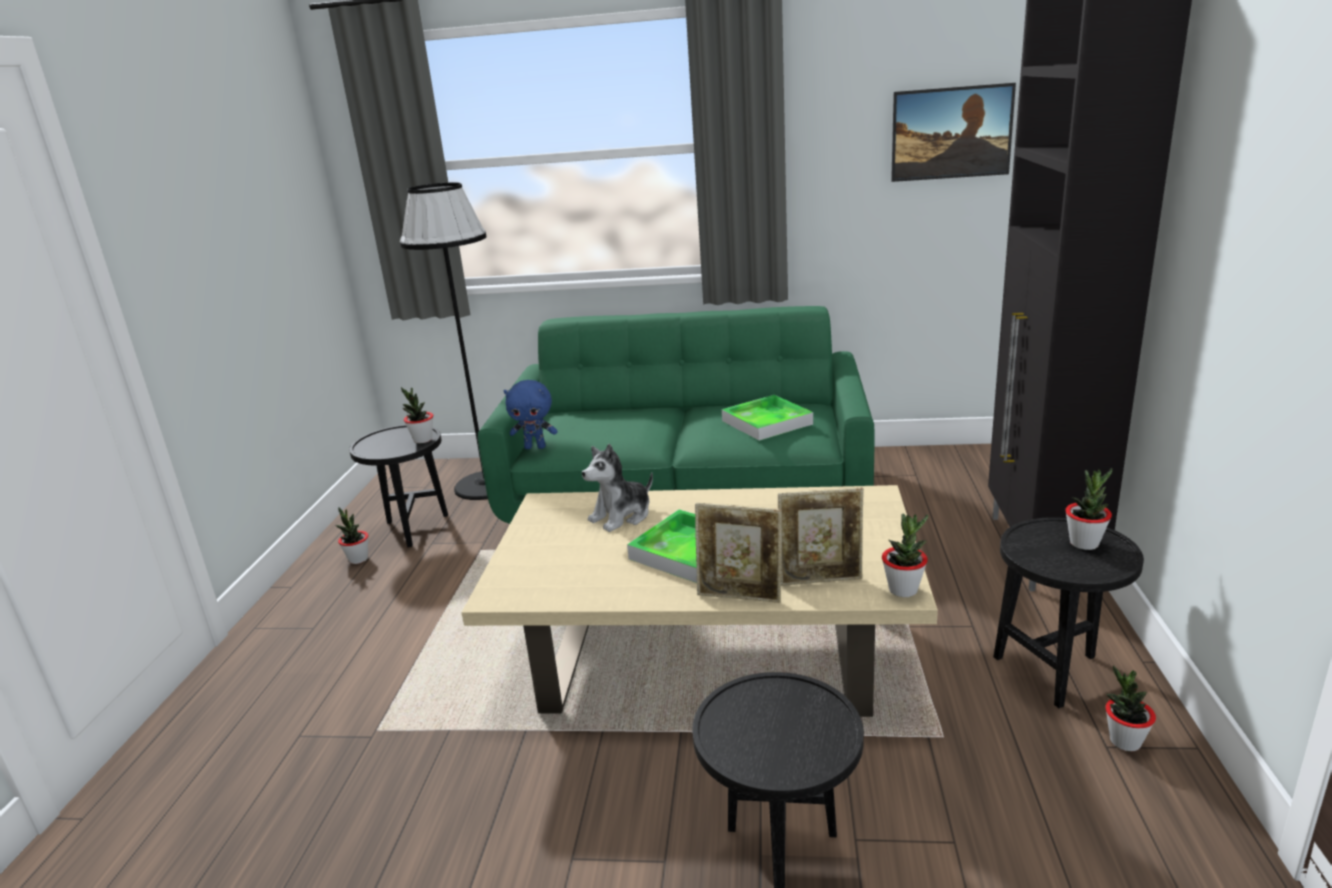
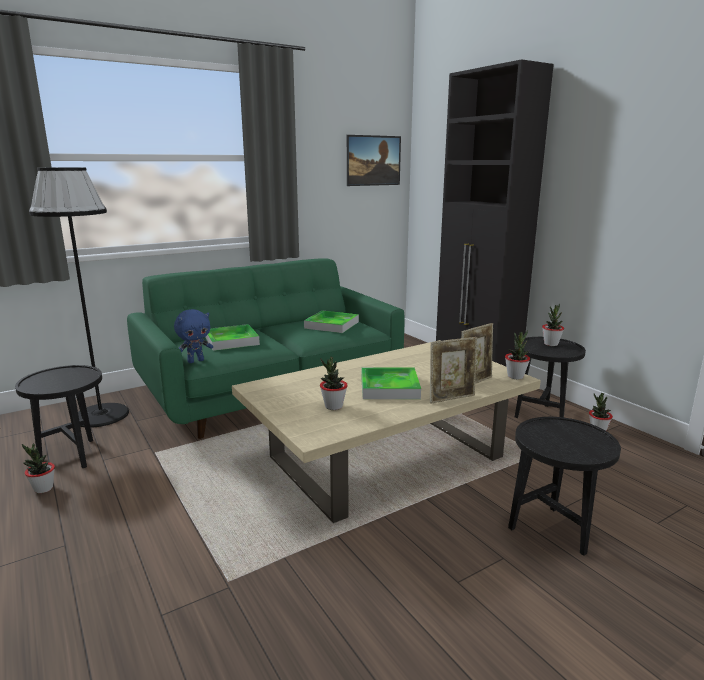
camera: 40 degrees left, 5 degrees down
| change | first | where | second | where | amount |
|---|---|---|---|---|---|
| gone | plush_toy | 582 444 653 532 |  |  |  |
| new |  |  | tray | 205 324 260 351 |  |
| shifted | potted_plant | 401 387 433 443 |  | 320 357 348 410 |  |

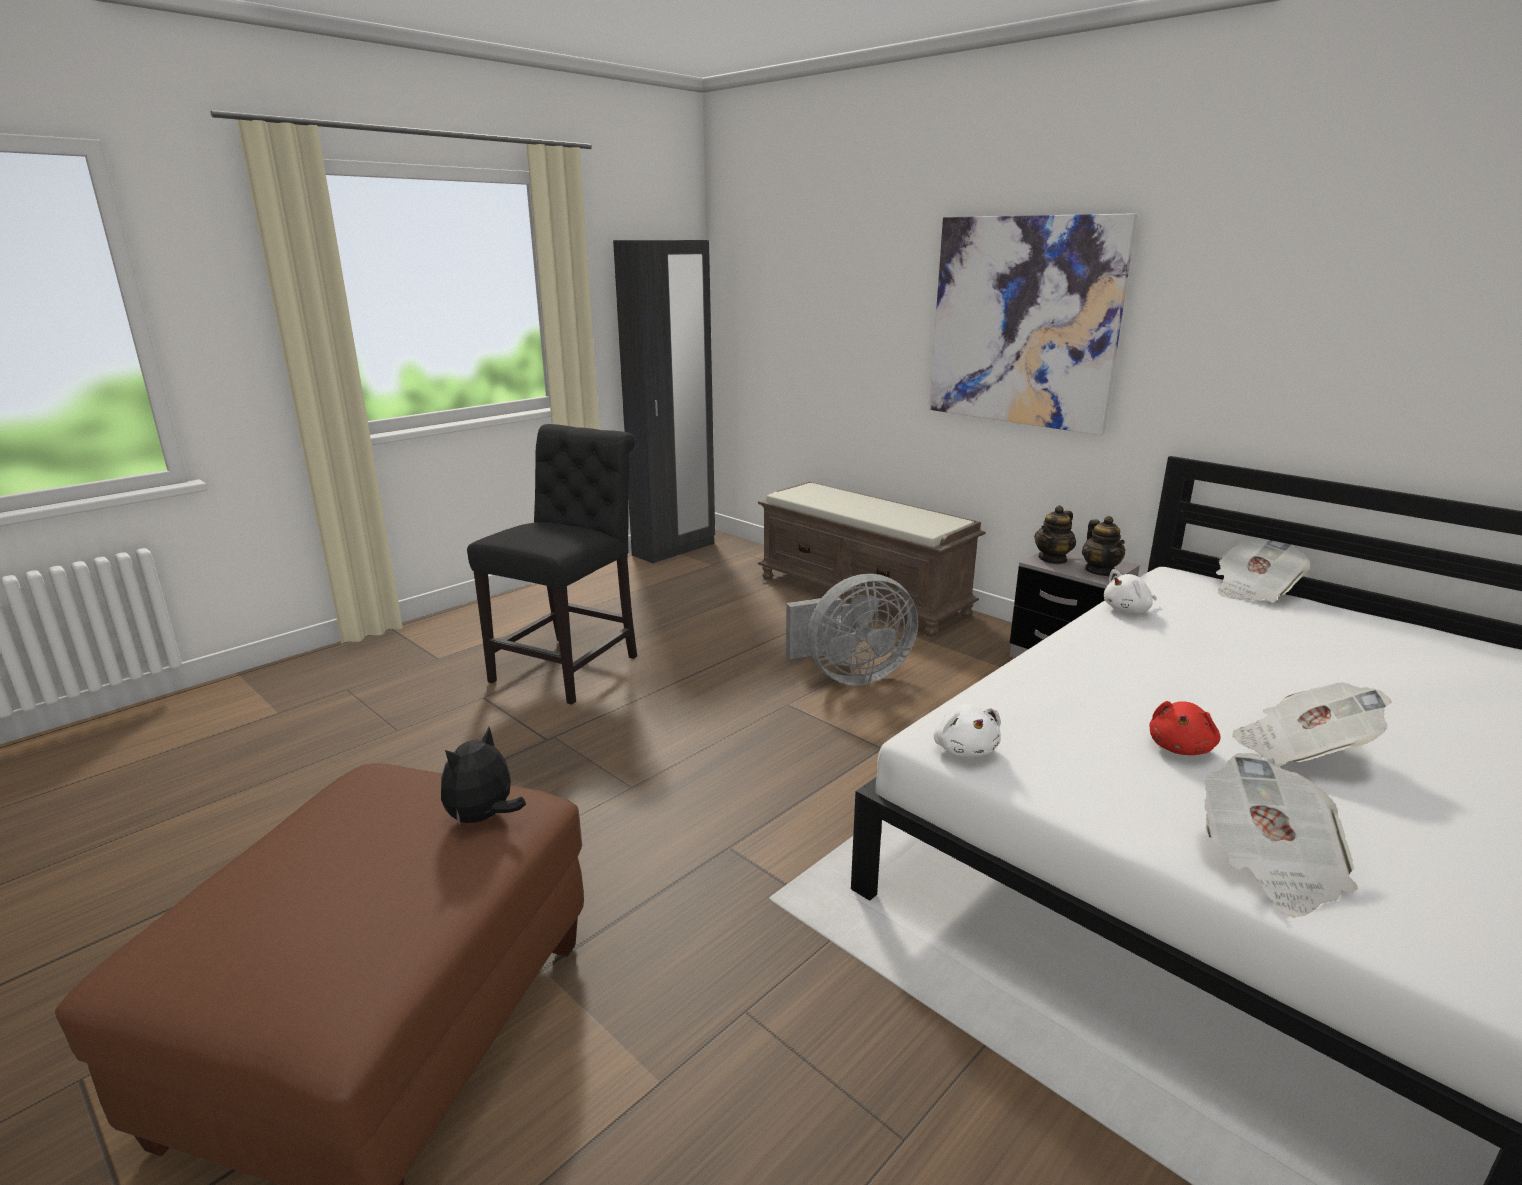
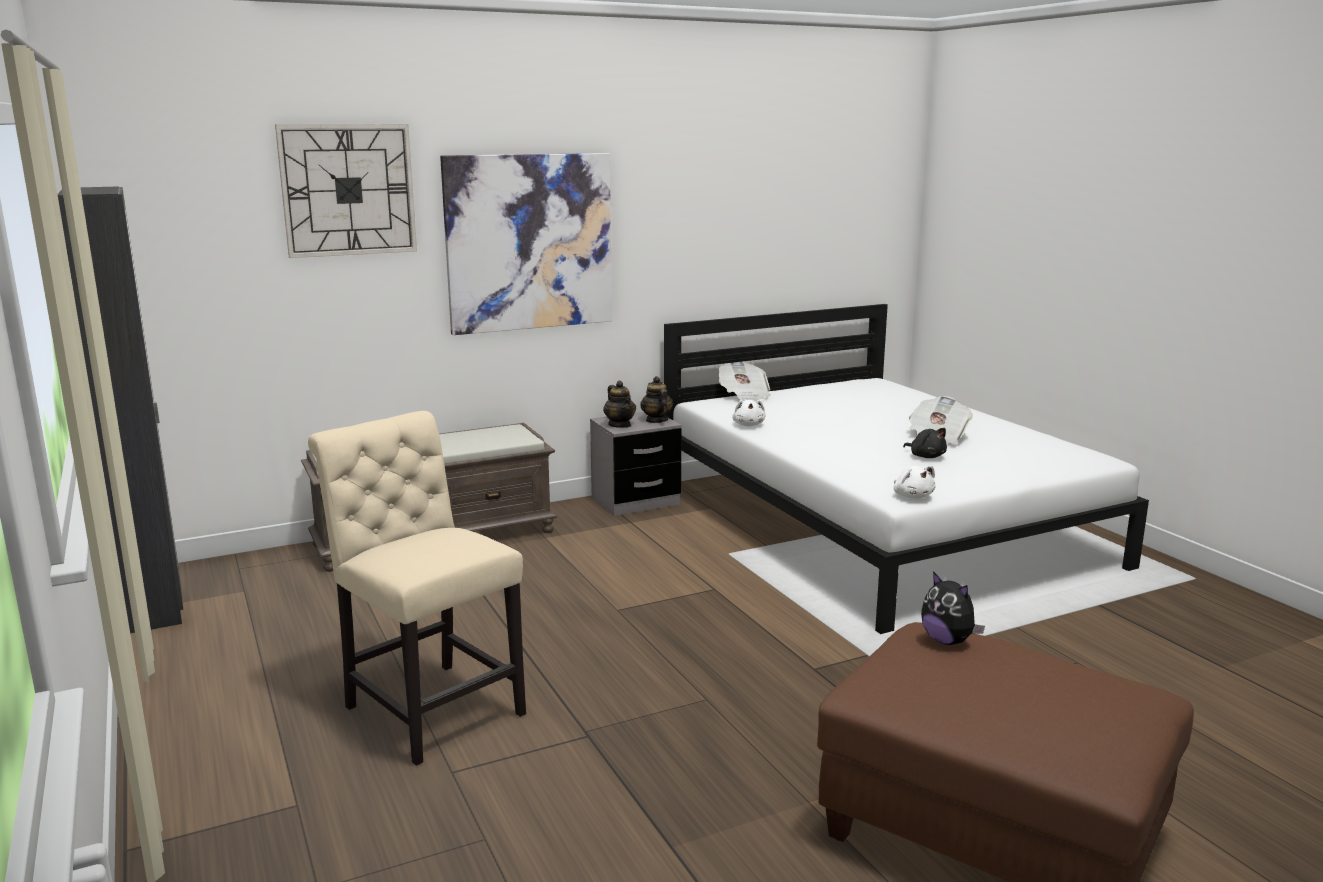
camera: 70 degrees left, 5 degrees down
| change | first | where | second | where | amount |
|---|---|---|---|---|---|
| gone | grey_fan | 786 574 918 685 |  |  |  |
| gone | newspaper | 1204 753 1358 918 |  |  |  |
| new |  |  | wall_clock | 275 124 417 258 |  |
| repainted | black_chair | 467 424 637 705 | beige_chair | 308 411 526 766 |  |
| repainted | red_plush_toy | 1149 701 1220 755 | black_plush_toy | 903 428 947 458 |  |
| rotated | white_plush_toy | 934 703 1001 758 |  | 894 466 936 499 | 60 degrees clockwise |
| rotated | teapot | 1082 516 1126 576 |  | 640 376 673 423 | 120 degrees counterclockwise |

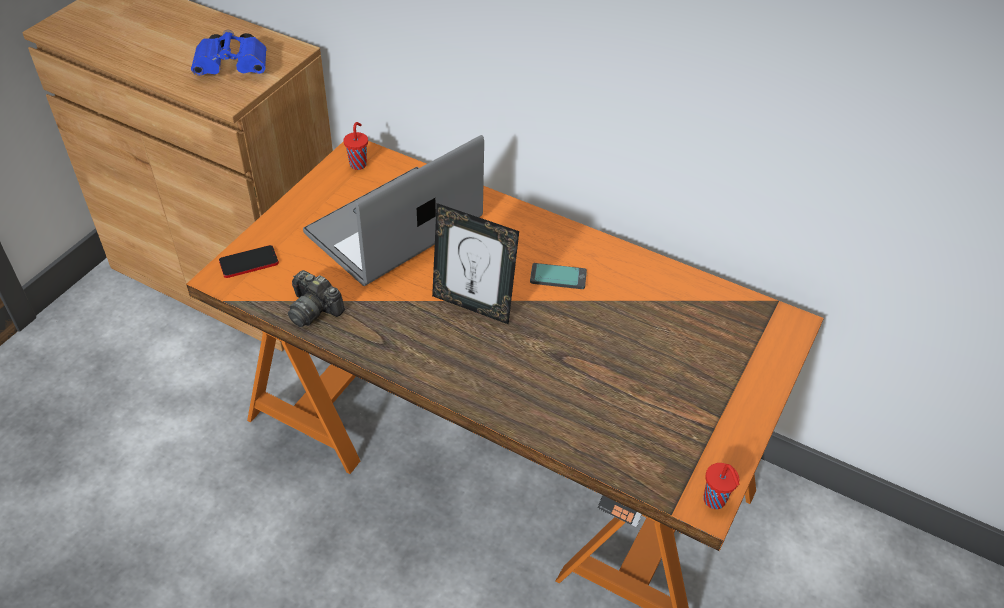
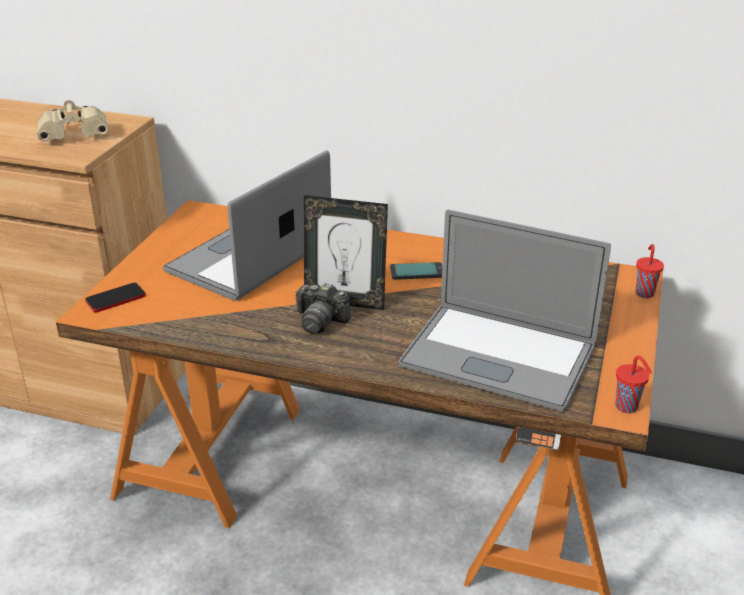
camera: 10 degrees left, 15 degrees down
| change | first | where | second | where | amount |
|---|---|---|---|---|---|
| new |  |  | laptop | 399 209 611 412 |  |
| shifted | photo_camera | 288 270 345 327 |  | 295 283 351 334 |  |
| shifted | red_cup | 343 122 368 170 |  | 636 244 664 298 |  |
| repainted | blue_binoculars | 191 30 267 76 | beige_binoculars | 37 100 109 142 |  |

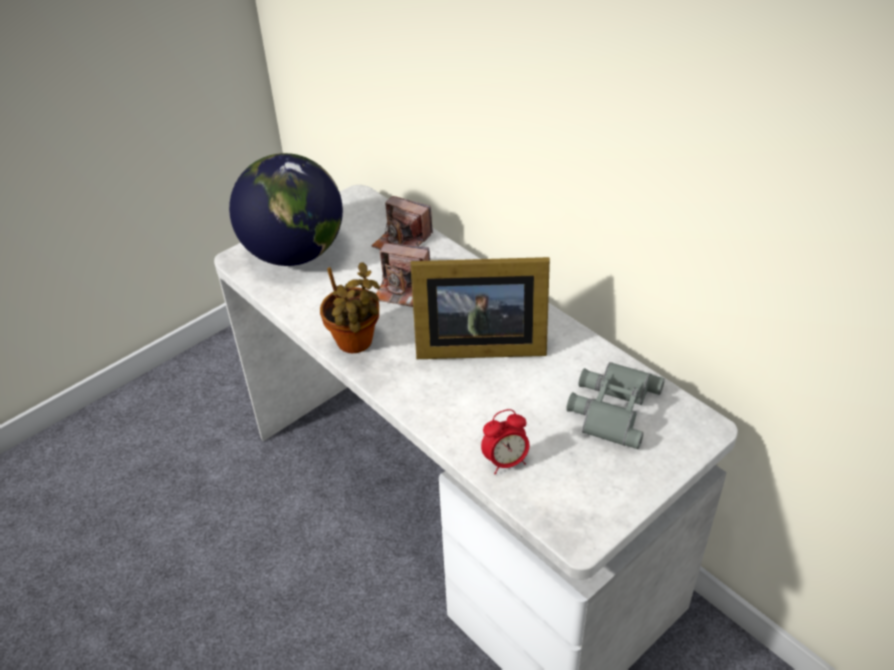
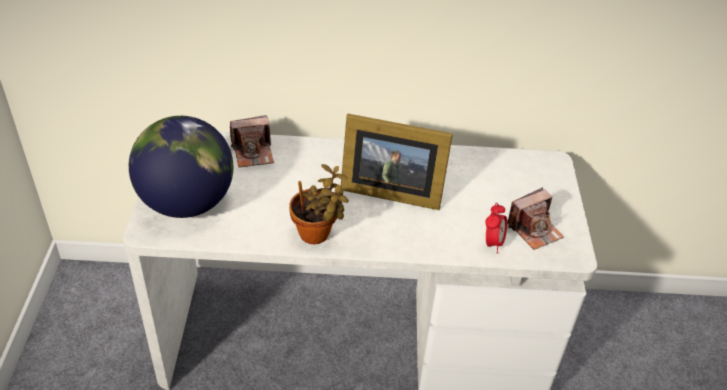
camera: 50 degrees left, 0 degrees up
| change | first | where | second | where | amount |
|---|---|---|---|---|---|
| gone | grey_binoculars | 566 362 665 449 |  |  |  |
| shifted | photo_camera | 376 243 430 307 |  | 507 187 564 250 |  |
| rotated | picture_frame | 410 257 550 359 |  | 341 113 453 210 | 60 degrees clockwise |

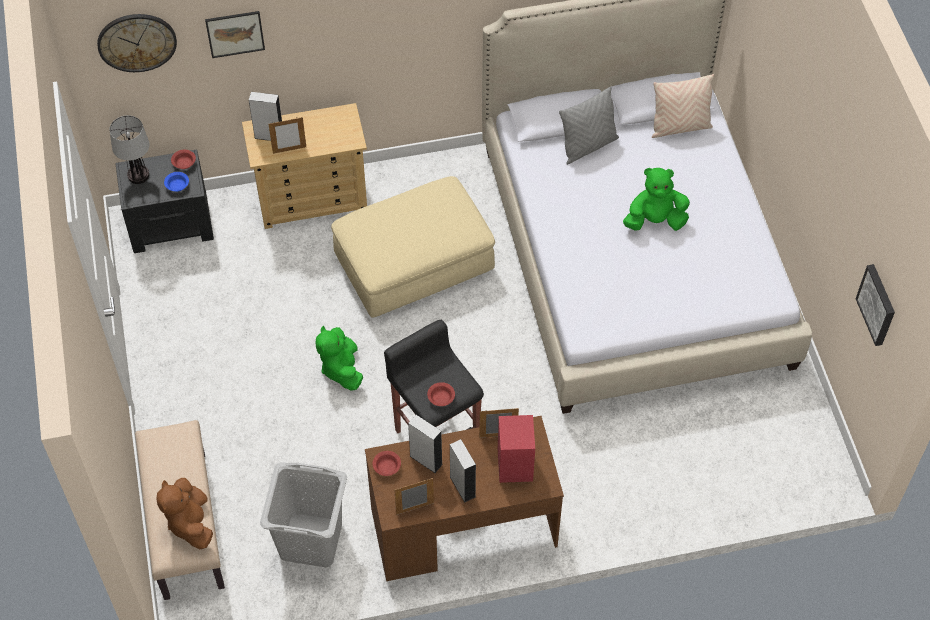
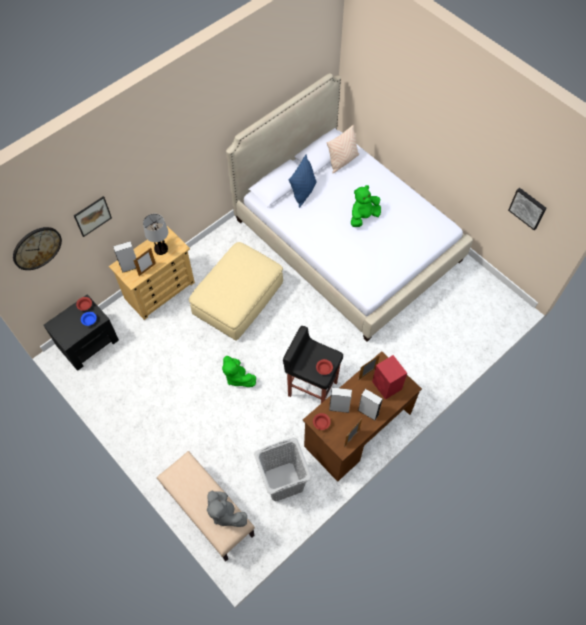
camera: 30 degrees left, 5 degrees up
| change | first | where | second | where | amount |
|---|---|---|---|---|---|
| shifted | table_lamp | 109 115 150 184 |  | 143 214 168 255 |  |
| repainted | brown_plush_toy | 156 478 213 549 | grey_plush_toy | 207 490 247 527 |  |
| repainted | grey_pillow | 559 86 619 165 | blue_pillow | 288 154 317 208 |  |

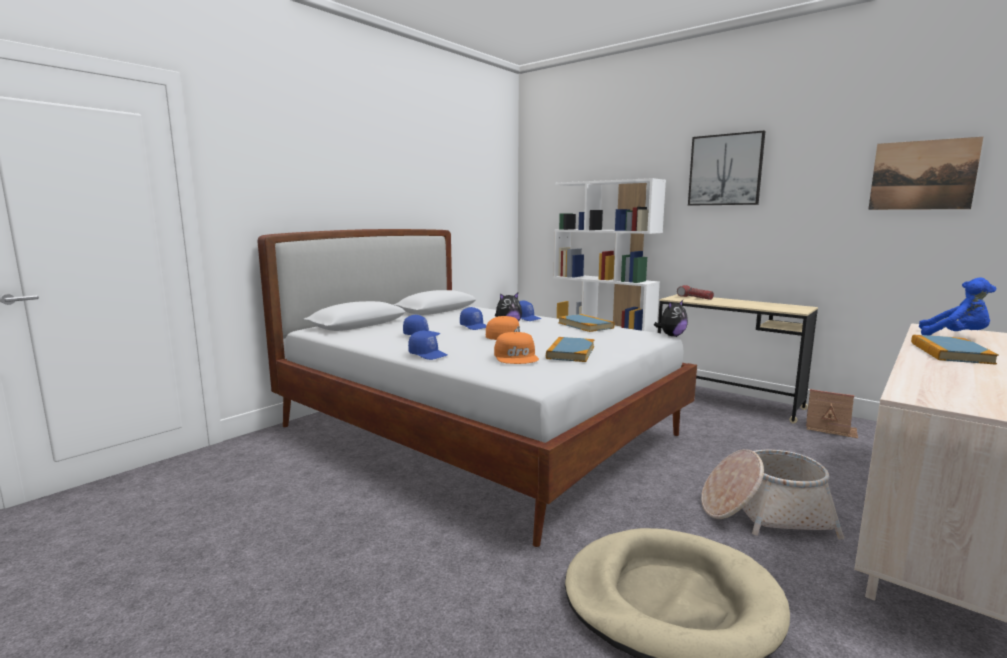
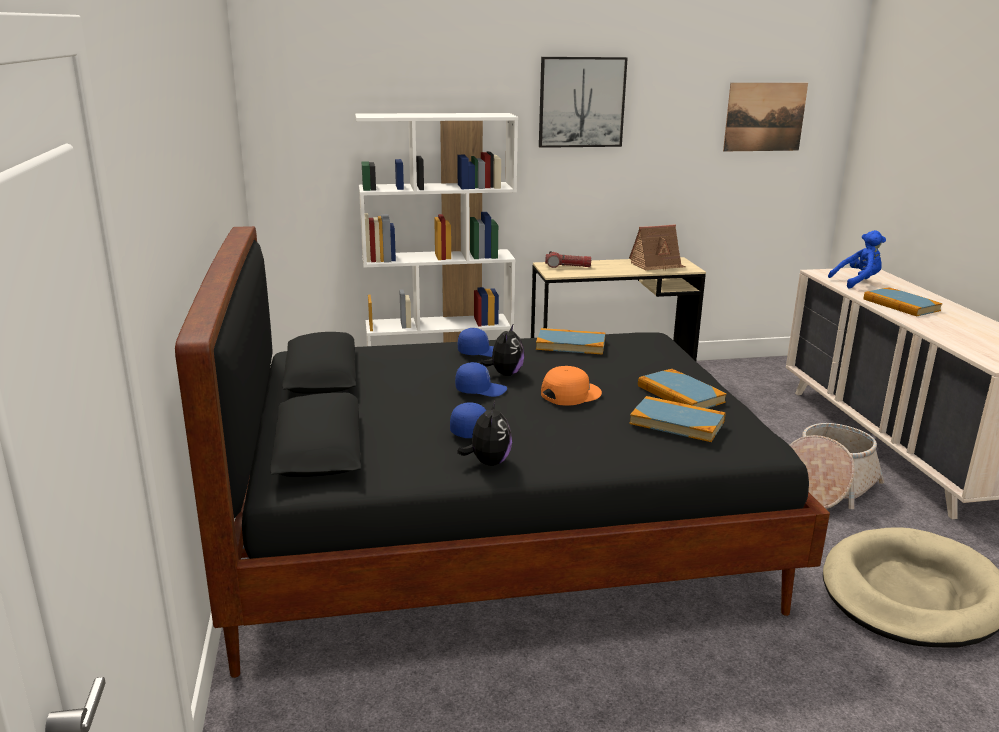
camera: 50 degrees left, 10 degrees up
| change | first | where | second | where | amount |
|---|---|---|---|---|---|
| gone | blue_cap | 408 330 447 360 |  |  |  |
| shifted | plush_toy | 654 300 688 336 |  | 457 399 512 466 |  |
| shifted | toy_house | 806 389 858 438 |  | 629 224 686 271 |  |
| swapped | orange_cap | 494 332 539 364 | book | 629 396 725 442 |  |
| repainted | white_bed | 257 229 697 547 | black_bed | 175 226 830 678 |  |

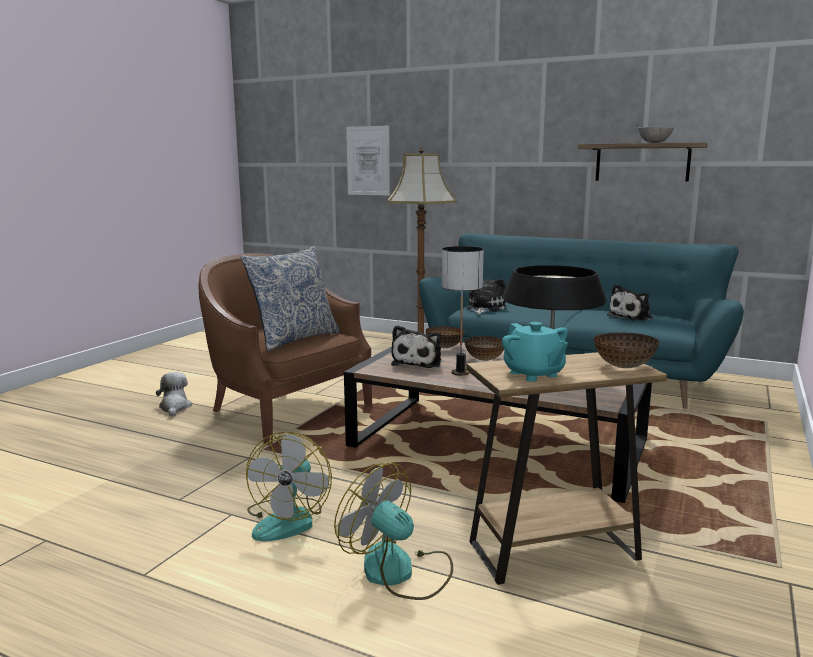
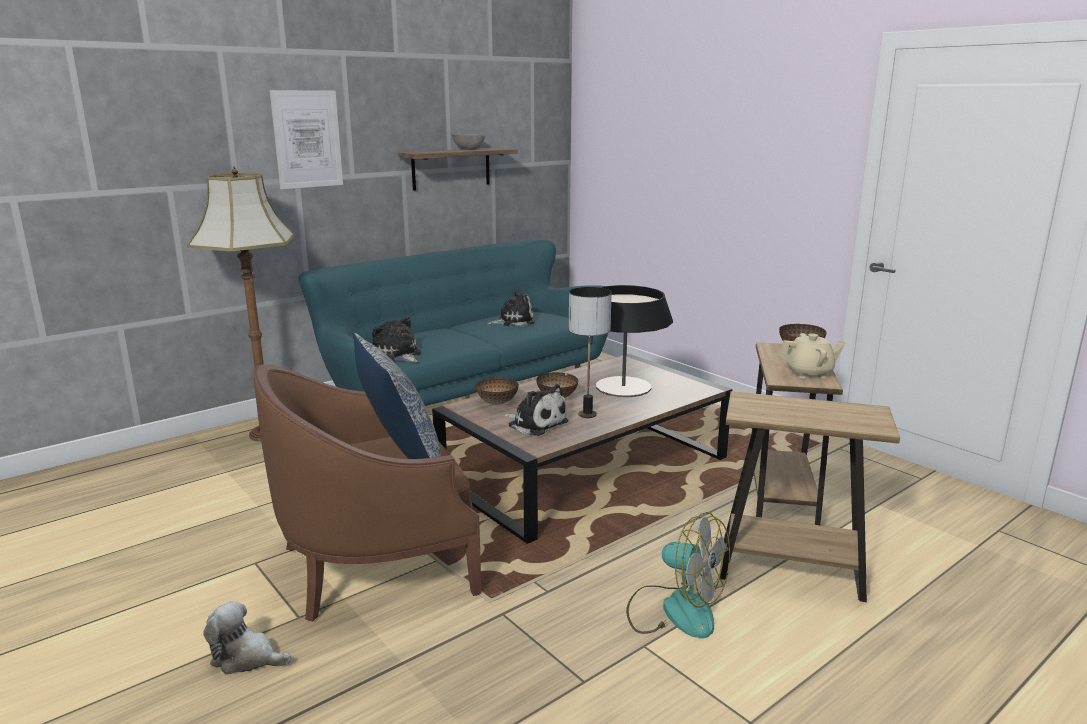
camera: 65 degrees left, 5 degrees up
| change | first | where | second | where | amount |
|---|---|---|---|---|---|
| shifted | picture | 346 126 390 195 |  | 270 90 343 189 |  |
| swapped | fan | 334 463 453 600 | brown_side_table | 720 391 900 602 |  |
| repainted | turquoise_teapot | 502 322 568 382 | beige_teapot | 779 333 846 379 |  |
| rotated | plush_toy | 607 284 653 321 |  | 487 291 535 326 | 90 degrees counterclockwise |

